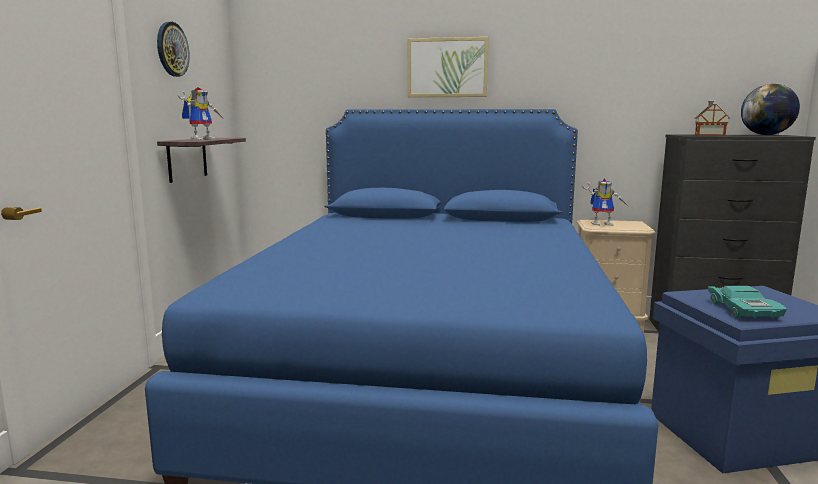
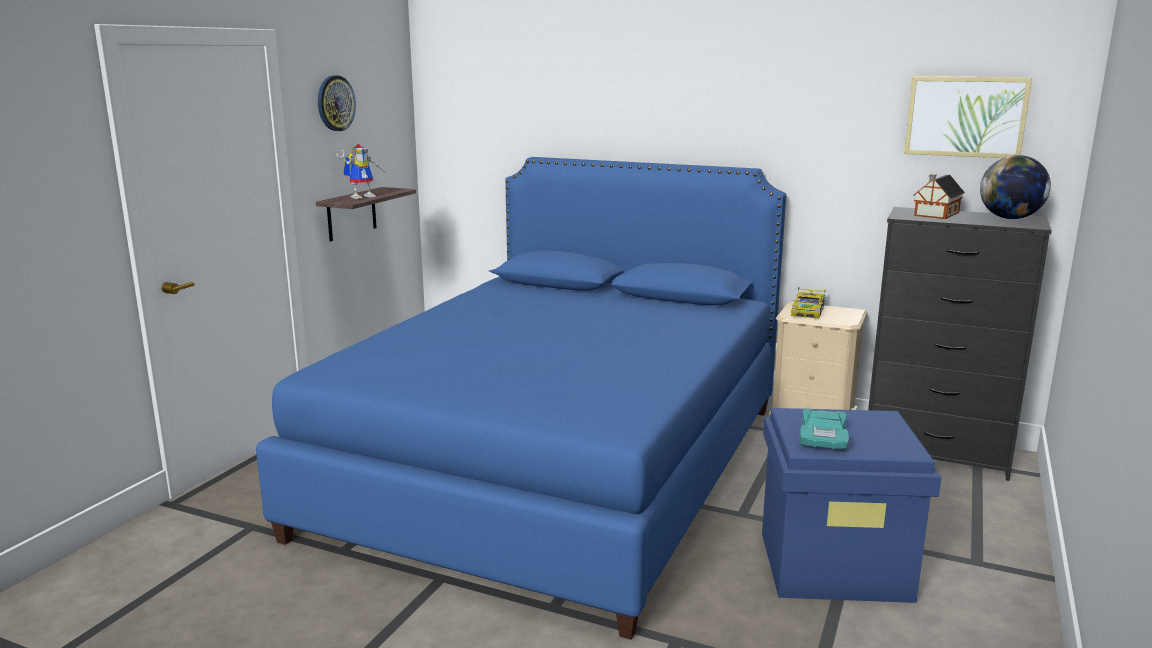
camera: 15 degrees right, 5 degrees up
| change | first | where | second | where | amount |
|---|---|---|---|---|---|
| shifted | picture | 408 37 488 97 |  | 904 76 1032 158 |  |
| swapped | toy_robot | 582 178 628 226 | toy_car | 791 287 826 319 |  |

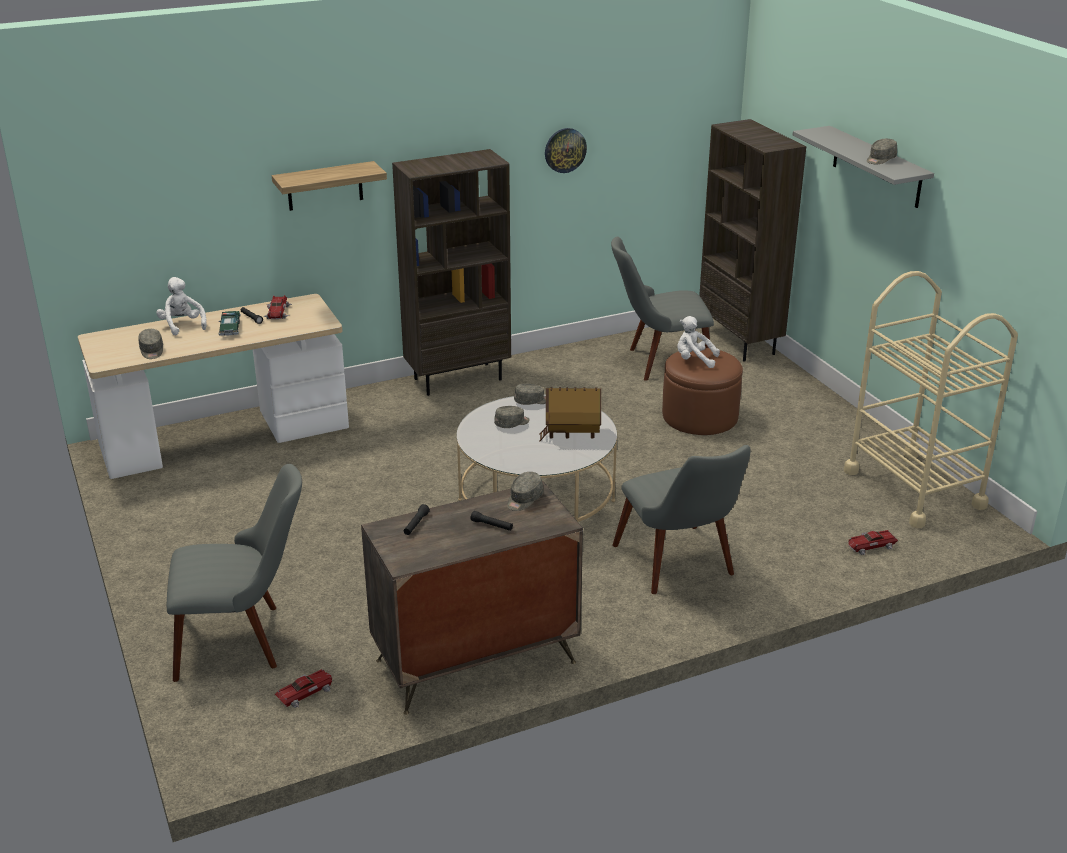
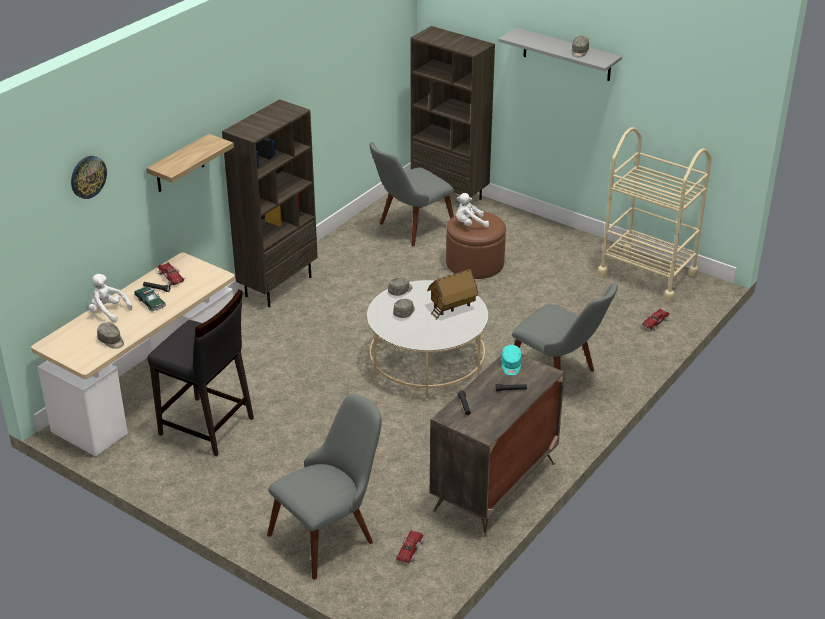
camera: 30 degrees left, 5 degrees up
| change | first | where | second | where | amount |
|---|---|---|---|---|---|
| new |  |  | black_stool | 148 290 254 456 |  |
| shifted | wall_clock | 545 128 587 173 |  | 71 156 107 199 |  |
| repainted | grey_cap | 507 472 544 511 | turquoise_cap | 501 345 522 375 |  |

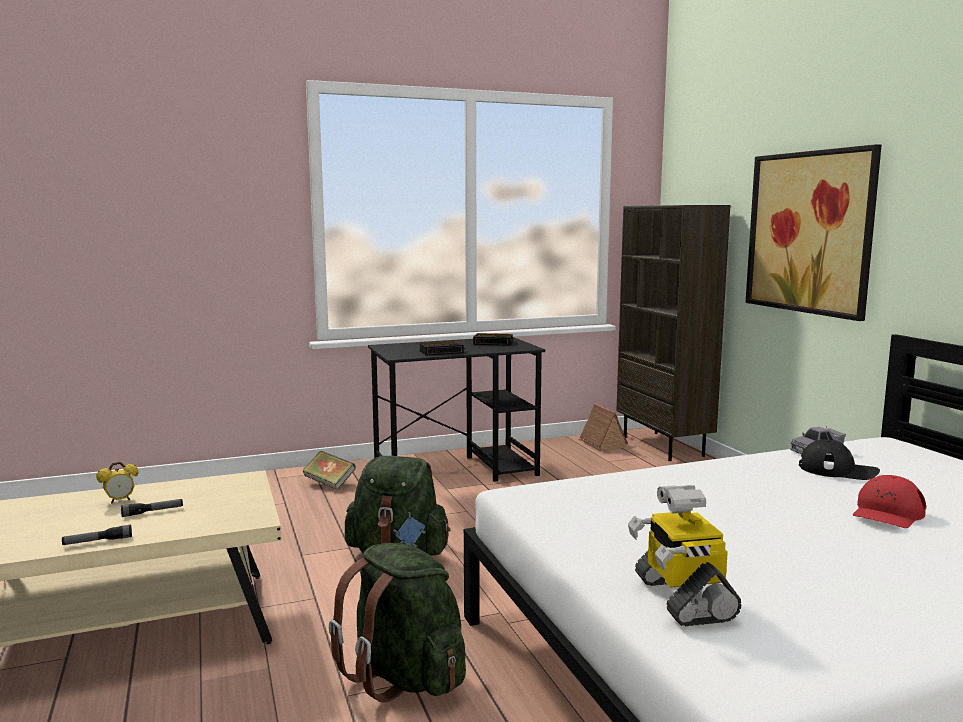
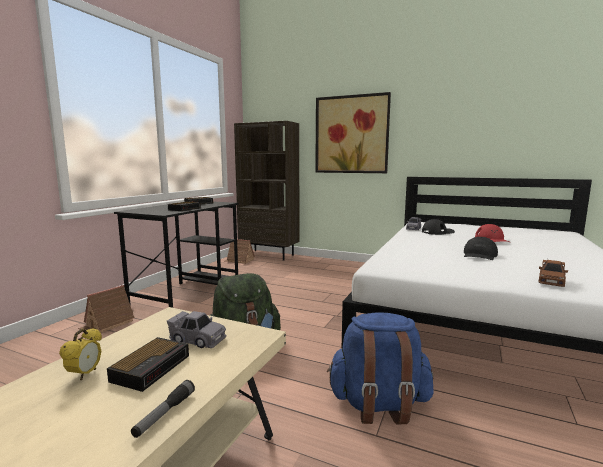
camera: 45 degrees left, 0 degrees up
| change | first | where | second | where | amount |
|---|---|---|---|---|---|
| new |  |  | grey_toy_car | 167 311 227 348 |  |
| new |  |  | black_cap | 464 237 498 260 |  |
| swapped | flashlight | 121 499 183 517 | alarm_clock | 107 337 189 392 |  |
| swapped | book | 302 451 356 490 | toy_house | 78 285 135 333 |  |
| swapped | toy_robot | 628 485 741 627 | brown_toy_car | 538 259 568 287 |  |
| repainted | green_backpack | 329 543 466 703 | blue_backpack | 327 312 434 425 |  |

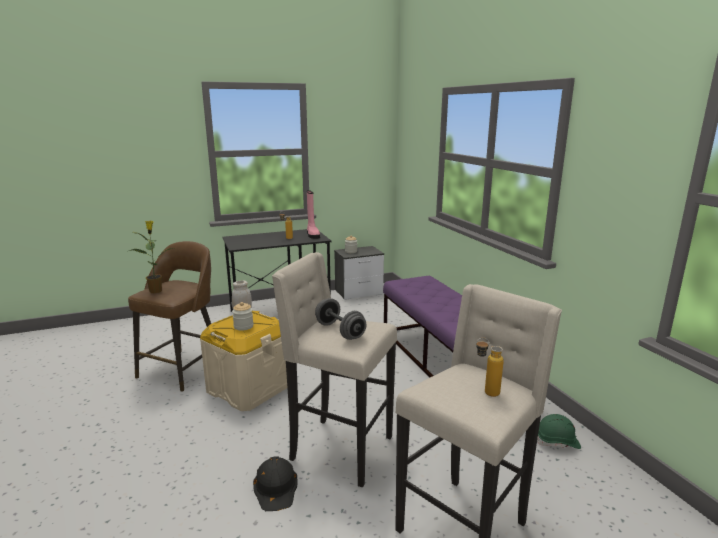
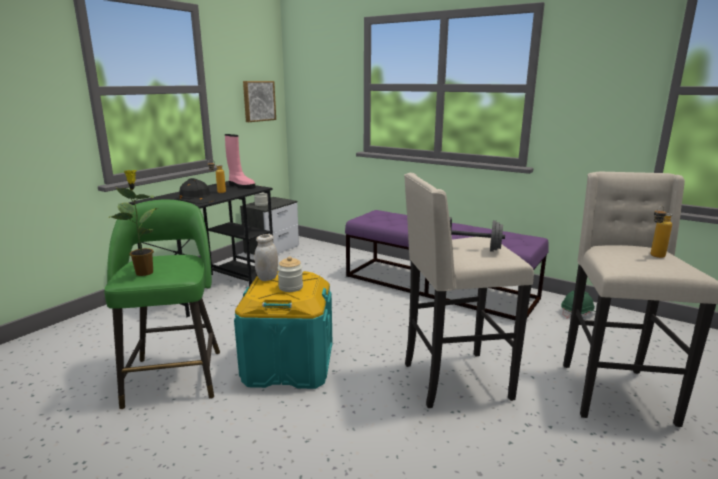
camera: 35 degrees left, 0 degrees up
| change | first | where | second | where | amount |
|---|---|---|---|---|---|
| new |  |  | picture | 243 81 276 122 |  |
| shifted | black_hard_hat | 253 456 298 511 |  | 177 178 216 204 |  |
| repainted | brown_stool | 128 241 211 392 | green_stool | 104 200 220 409 |  |
| repainted | beige_storage_box | 200 311 287 411 | turquoise_storage_box | 234 271 333 389 |  |

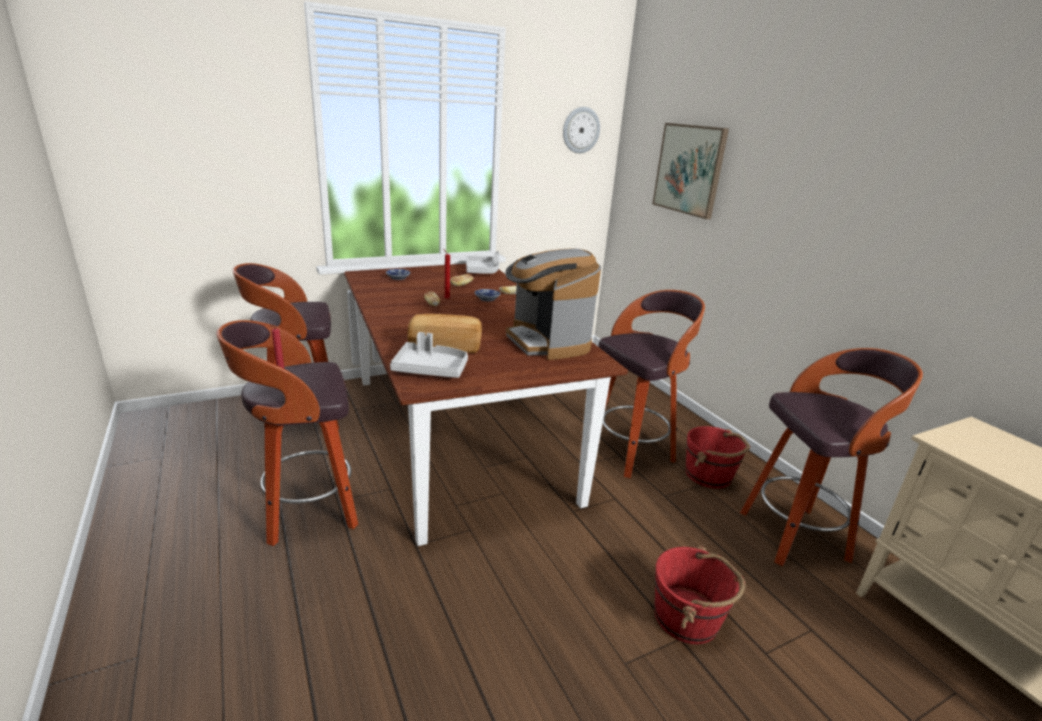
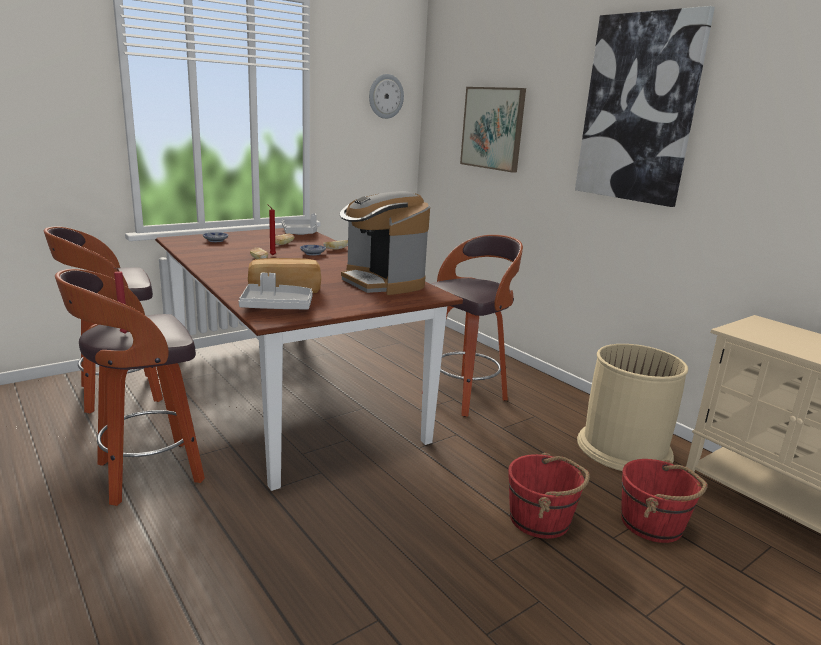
camera: 10 degrees left, 5 degrees down
| change | first | where | second | where | amount |
|---|---|---|---|---|---|
| new |  |  | picture | 575 6 715 207 |  |
| shifted | red_bucket | 686 426 750 489 |  | 621 459 708 543 |  |
| swapped | stool | 740 348 923 566 | beige_trash_can | 577 344 688 471 |  |

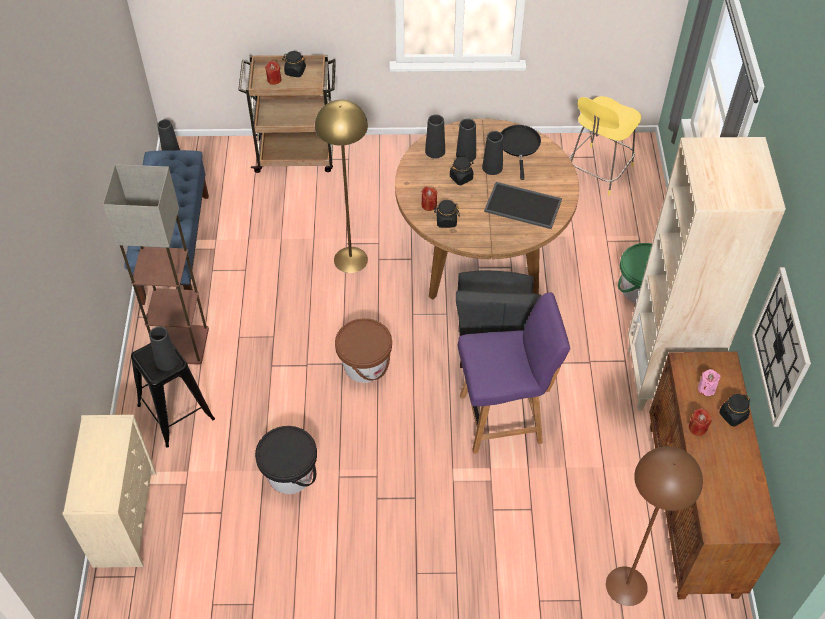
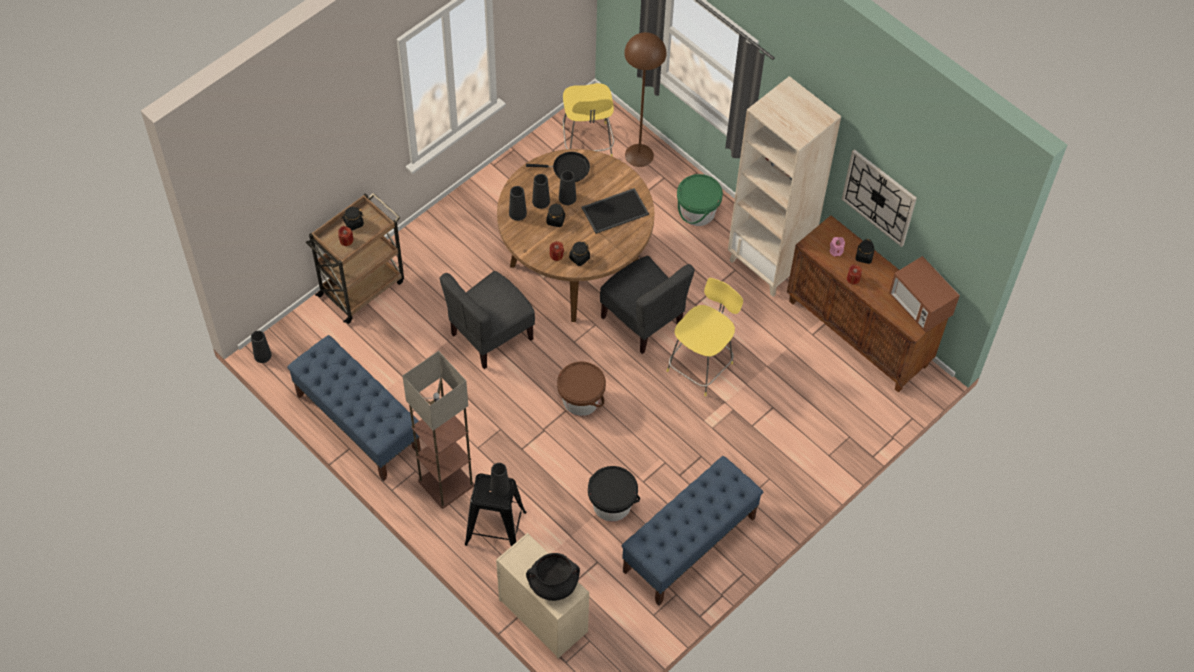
camera: 45 degrees left, 5 degrees up
| change | first | where | second | where | amount |
|---|---|---|---|---|---|
| new |  |  | black_cooking_pot | 526 553 580 601 |  |
| new |  |  | blue_bench | 622 456 763 605 |  |
| new |  |  | microwave | 889 256 960 332 |  |
| shifted | brown_floor_lamp | 606 446 703 606 |  | 624 32 667 167 |  |
| swapped | yellow_floor_lamp | 315 100 368 273 | grey_chair | 439 271 535 369 |  |
| swapped | purple_chair | 458 292 570 454 | yellow_stool | 667 278 743 396 |  |
| rotated | black_frying_pan | 501 125 541 180 |  | 526 152 590 182 | 135 degrees clockwise |

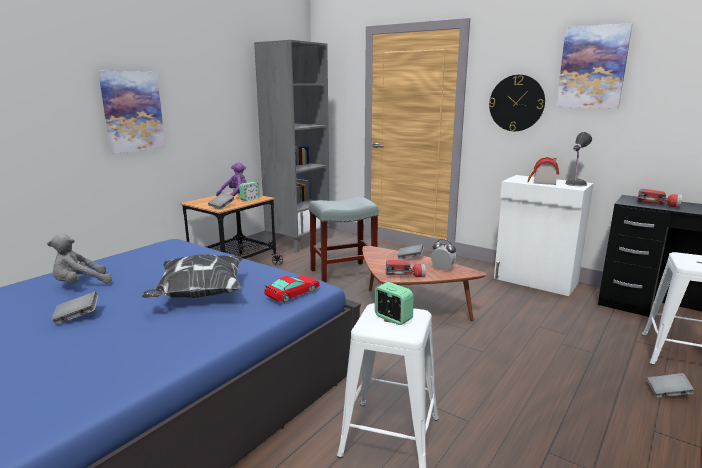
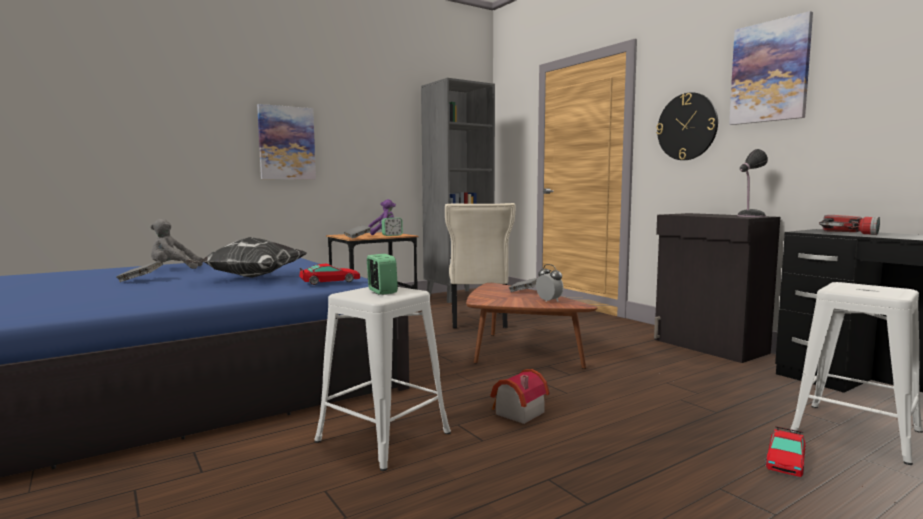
camera: 20 degrees right, 10 degrees down
| change | first | where | second | where | amount |
|---|---|---|---|---|---|
| gone | flashlight | 386 260 426 277 |  |  |  |
| shifted | toy_house | 527 157 559 185 |  | 491 369 549 424 |  |
| swapped | grey_stool | 309 197 379 283 | beige_chair | 445 203 515 328 |  |
| swapped | grey_book | 647 373 694 398 | toy_car | 765 426 805 477 |  |
| repainted | white_cabinet | 494 175 594 296 | black_cabinet | 654 213 780 363 |  |

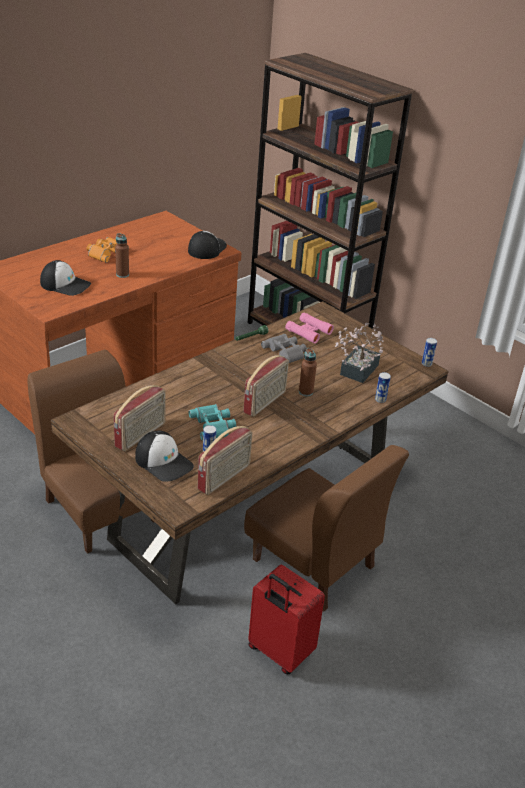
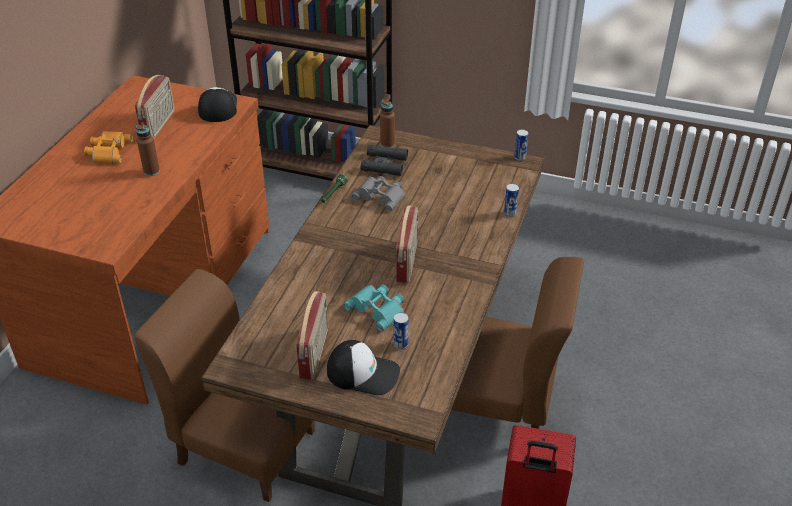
camera: 25 degrees left, 5 degrees up
| change | first | where | second | where | amount |
|---|---|---|---|---|---|
| gone | cap | 40 260 91 296 |  |  |  |
| gone | potted_plant | 335 323 384 383 |  |  |  |
| shifted | radio | 198 426 252 495 |  | 135 75 175 139 |  |
| shifted | brown_bottle | 299 348 317 396 |  | 380 100 395 148 |  |
| repainted | pink_binoculars | 285 313 334 344 | black_binoculars | 360 145 408 176 |  |

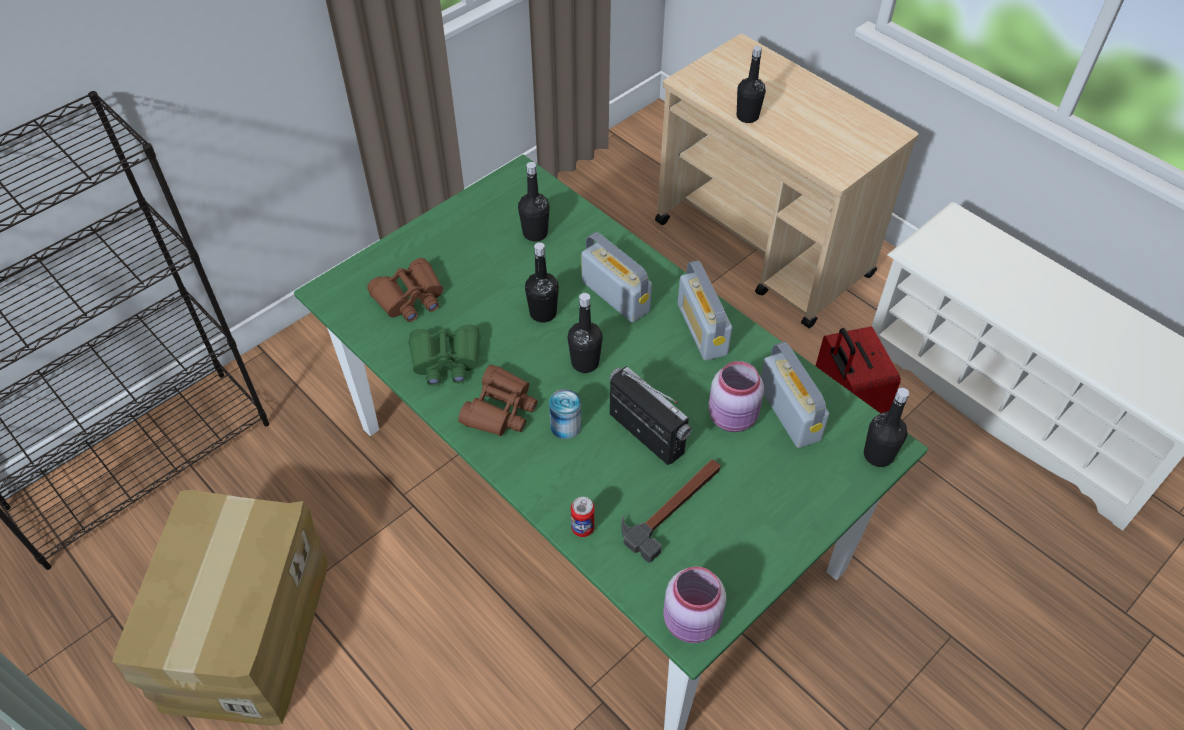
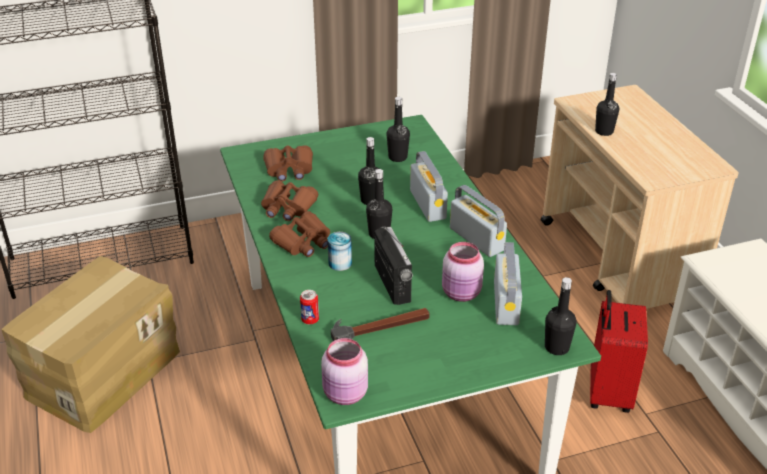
camera: 25 degrees right, 15 degrees down
| change | first | where | second | where | amount |
|---|---|---|---|---|---|
| repainted | green_binoculars | 409 324 481 386 | brown_binoculars | 261 181 318 221 |  |
| rotated | radio | 678 260 732 361 |  | 450 185 507 257 | 135 degrees clockwise |

